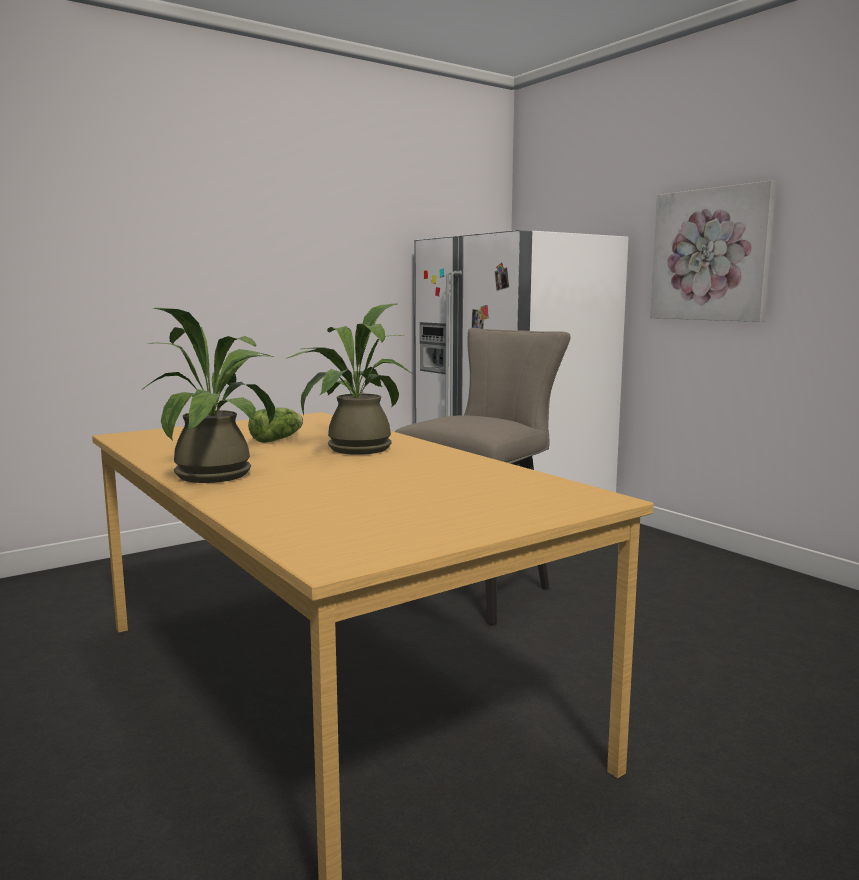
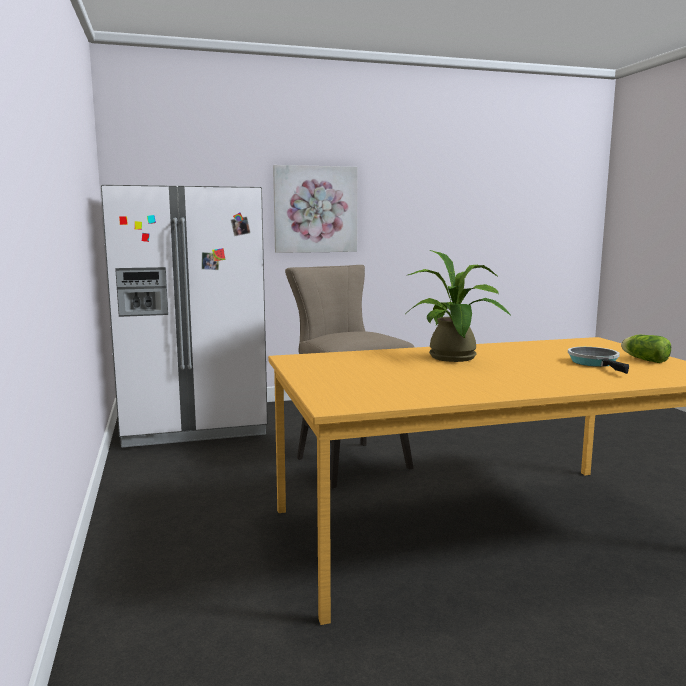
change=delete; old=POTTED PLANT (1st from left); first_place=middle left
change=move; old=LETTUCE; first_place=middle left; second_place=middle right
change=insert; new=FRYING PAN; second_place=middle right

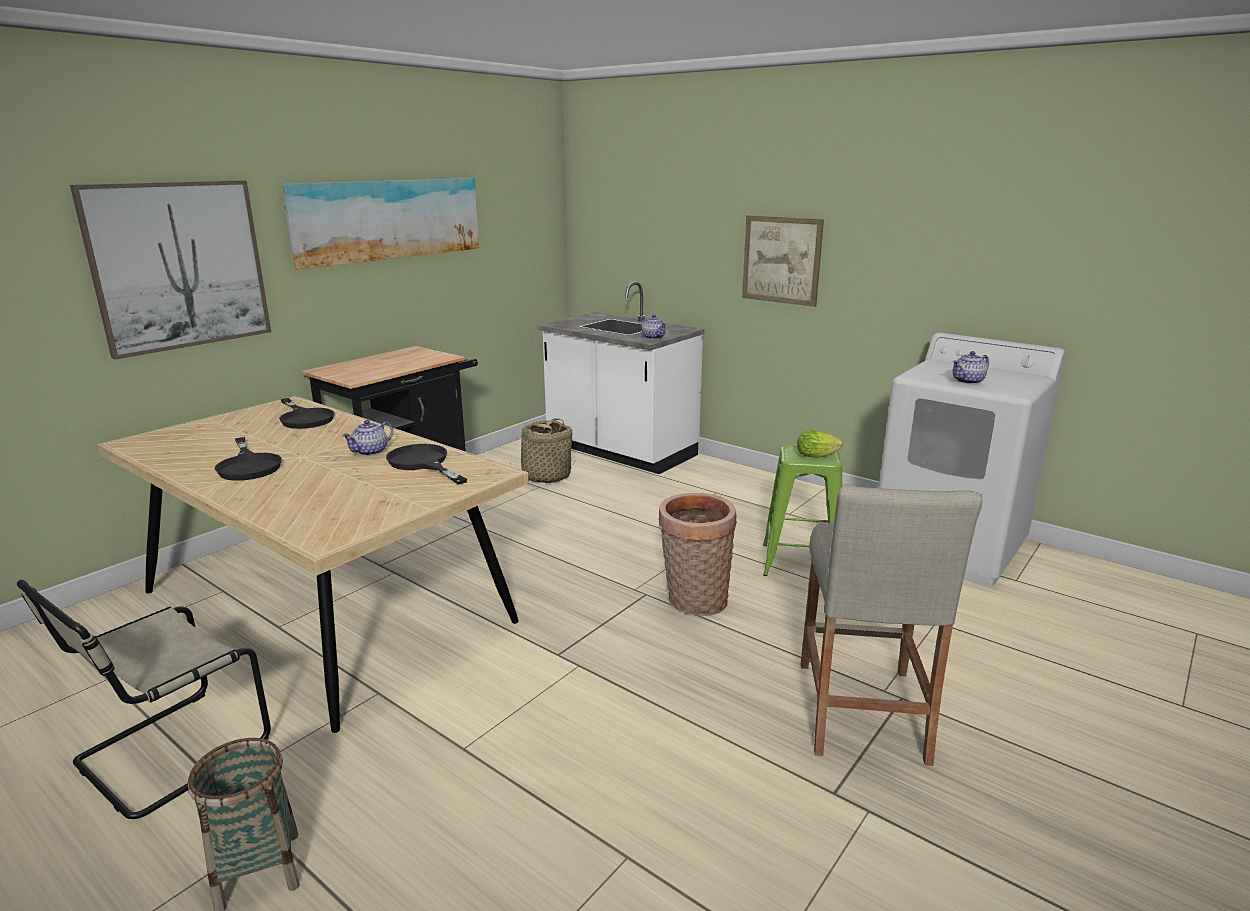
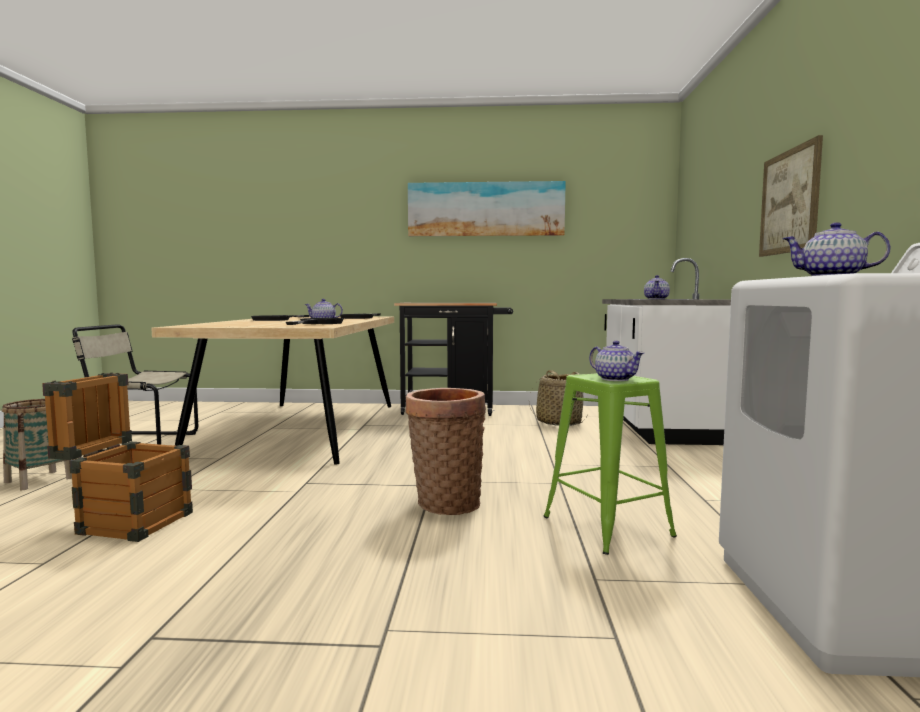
change=delete; old=PICTURE (1st from left); first_place=top left
change=replace; old=LETTUCE; new=TEAPOT (2nd from left); first_place=centre; second_place=middle right
change=delete; old=BEIGE STOOL; first_place=bottom right
change=insert; new=CRATE; second_place=middle left

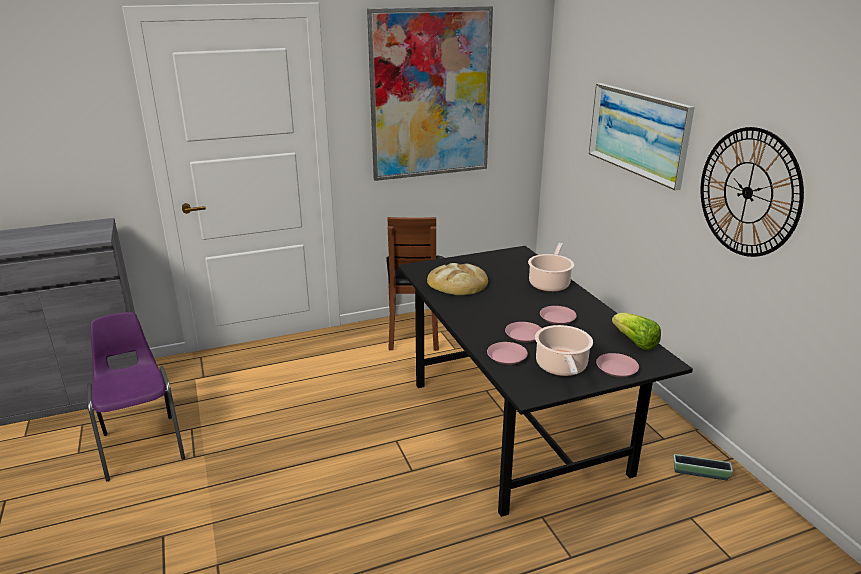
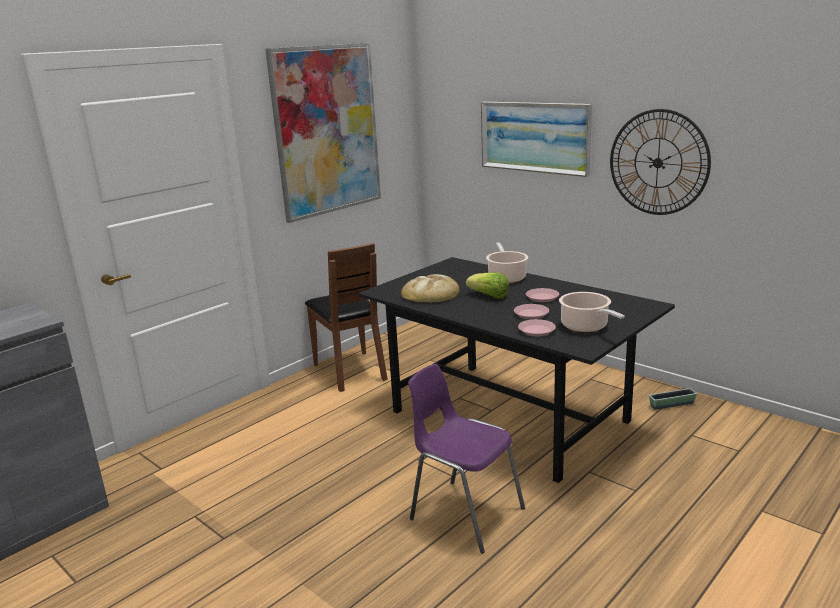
change=move; old=PURPLE CHAIR; first_place=bottom left; second_place=bottom centre
change=delete; old=PINK PLATE (4th from left); first_place=middle right
change=move; old=LETTUCE; first_place=middle right; second_place=centre

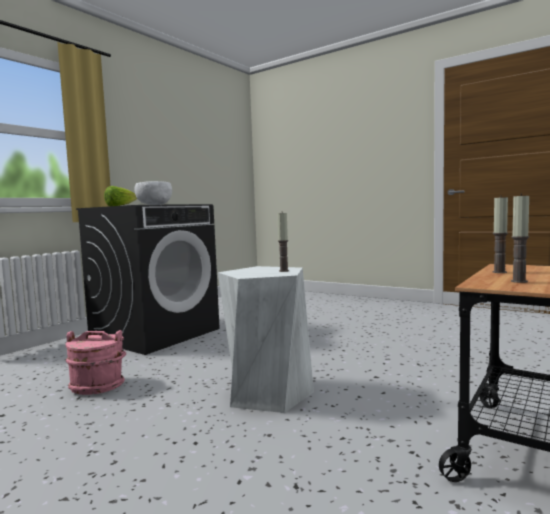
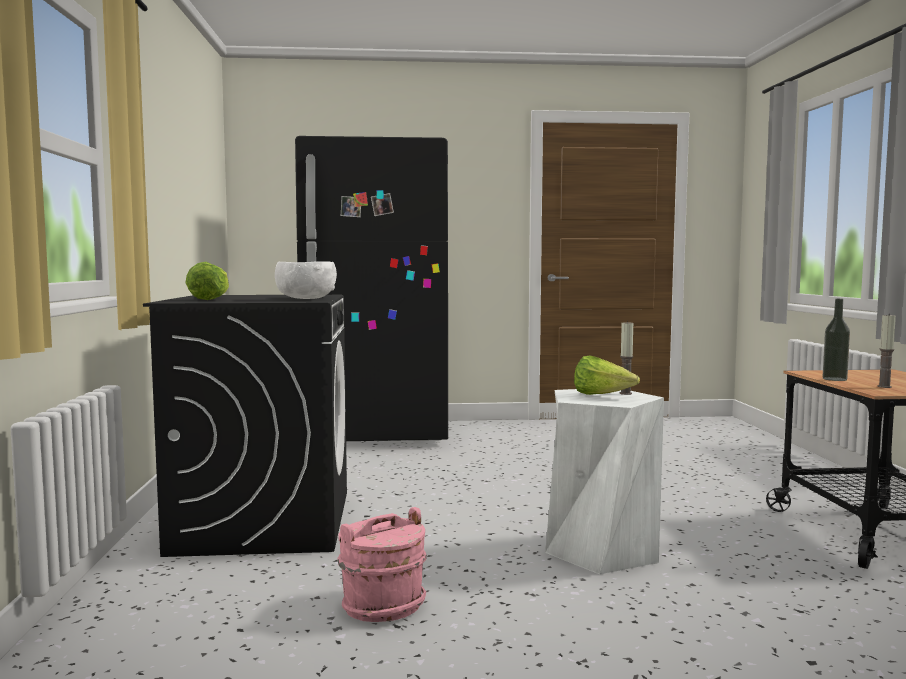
change=replace; old=CANDLE (2nd from left); new=BOTTLE; first_place=middle right; second_place=middle right
change=insert; new=BLACK FRIDGE; second_place=centre
change=insert; new=LETTUCE (2nd from left); second_place=middle right

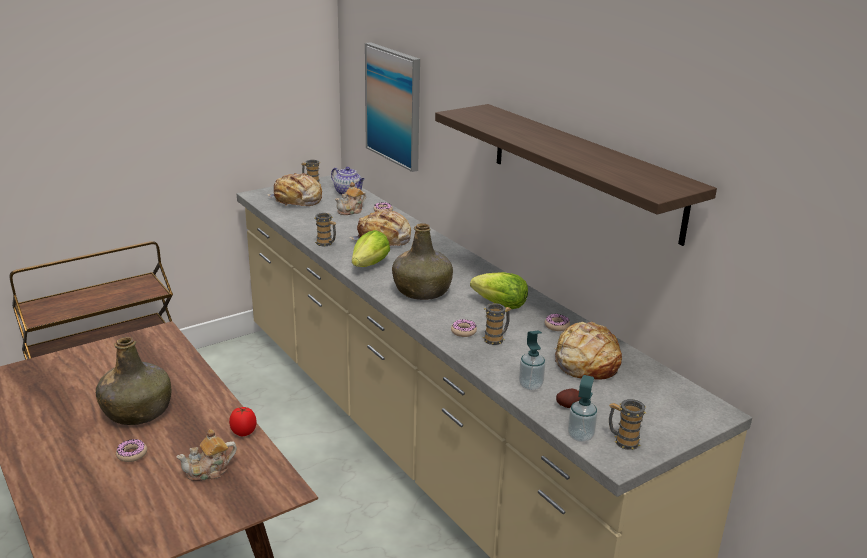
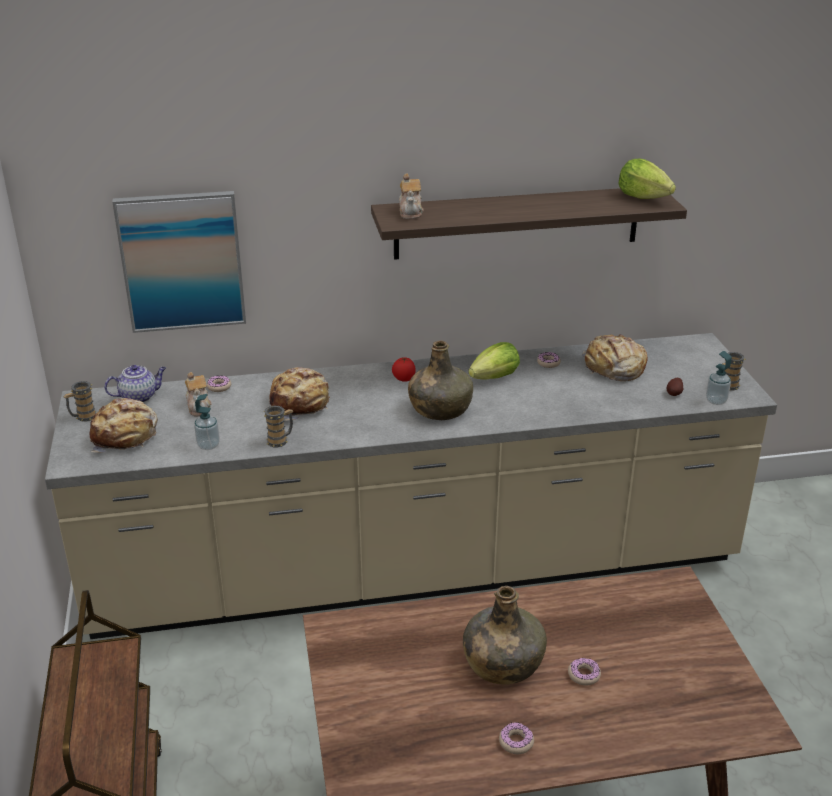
change=move; old=TEAPOT (1st from left in the first image); new=TEAPOT (3rd from left); first_place=bottom left; second_place=top centre
change=move; old=TOMATO; first_place=bottom left; second_place=centre
change=move; old=LETTUCE (1st from left in the first image); new=LETTUCE (2nd from left); first_place=centre; second_place=top right
change=move; old=DONUT (3rd from left in the first image); new=DONUT (2nd from left); first_place=centre; second_place=bottom centre
change=delete; old=MUG (3rd from left); first_place=centre
change=move; old=SOAP DISPENSER (1st from left); first_place=centre; second_place=middle left

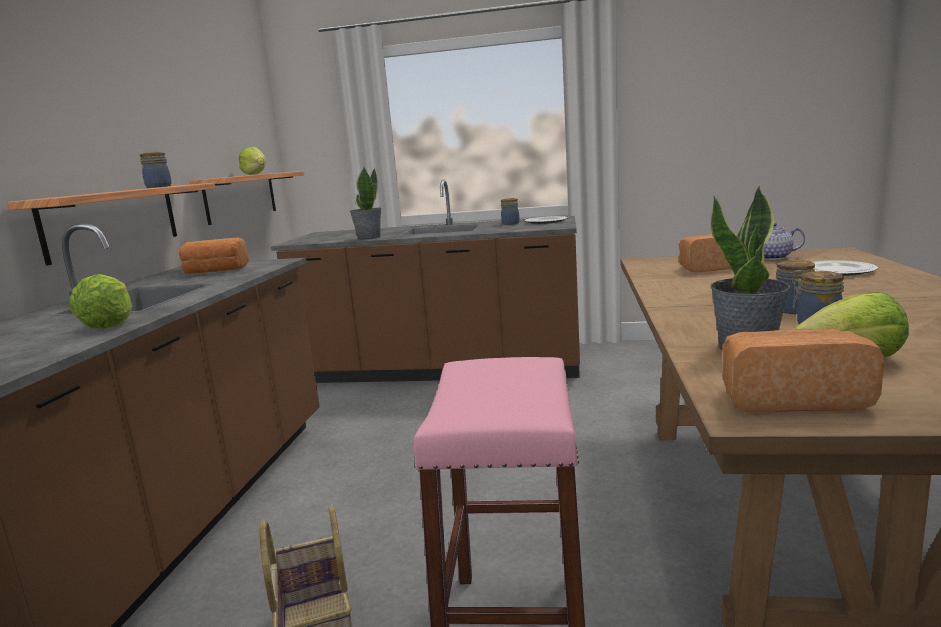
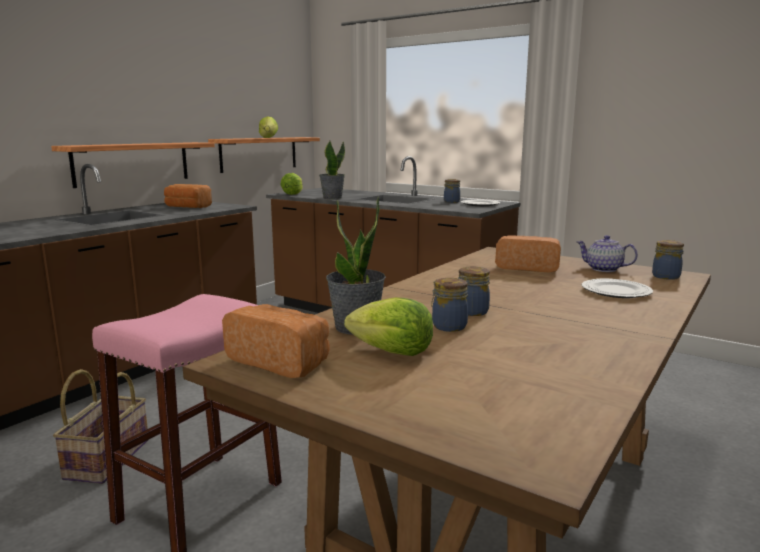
change=move; old=LETTUCE (1st from left in the first image); new=LETTUCE (2nd from left); first_place=middle left; second_place=centre
change=move; old=JAR (1st from left in the first image); new=JAR (4th from left); first_place=top left; second_place=middle right

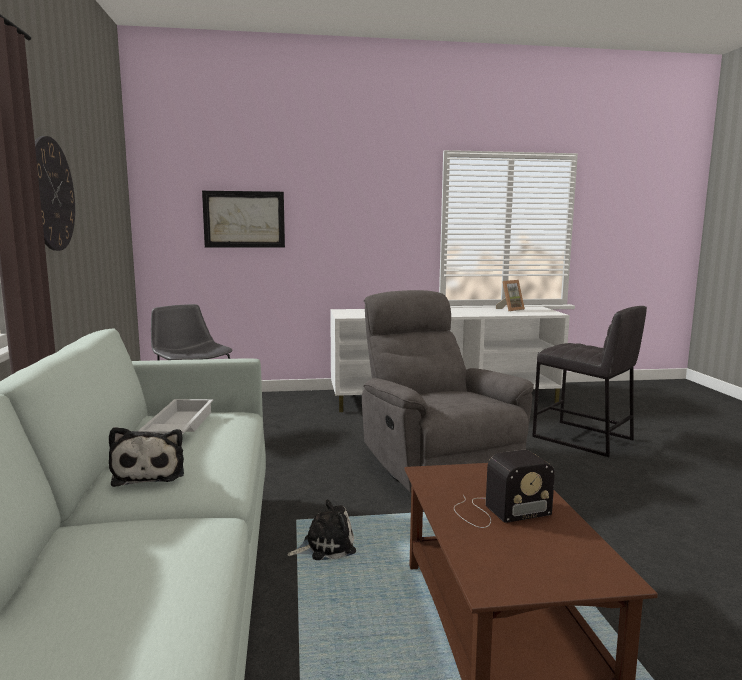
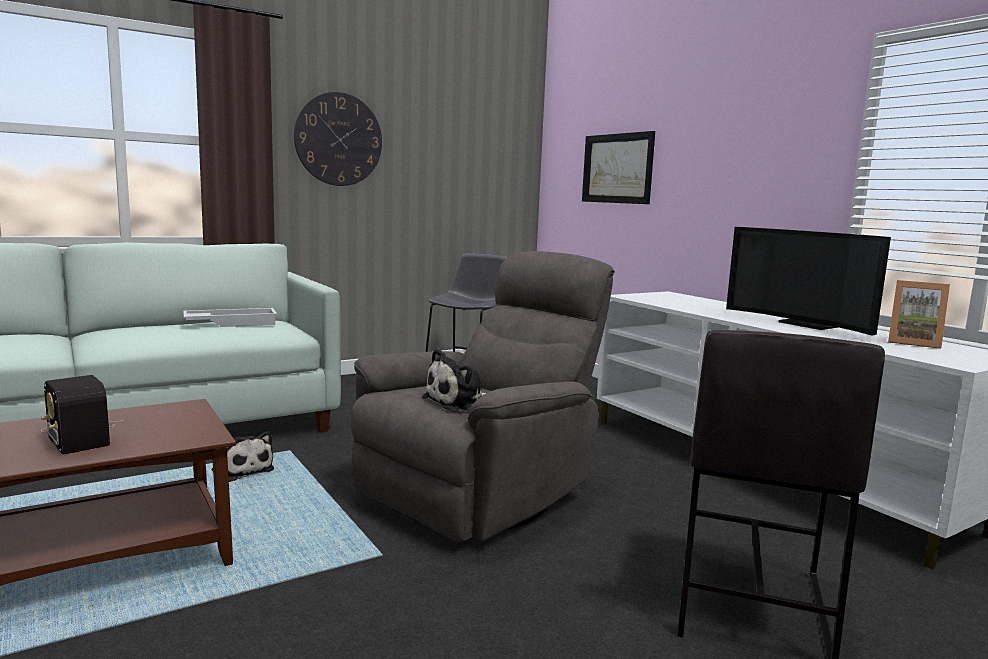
change=move; old=PLUSH TOY (1st from left in the first image); new=PLUSH TOY (2nd from left); first_place=bottom left; second_place=centre
change=insert; new=TELEVISION; second_place=middle right

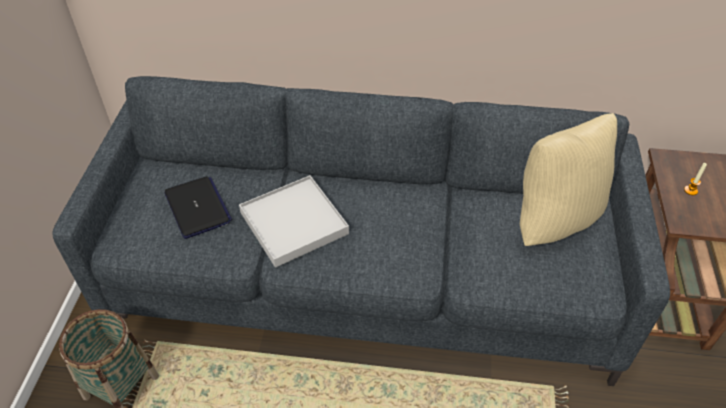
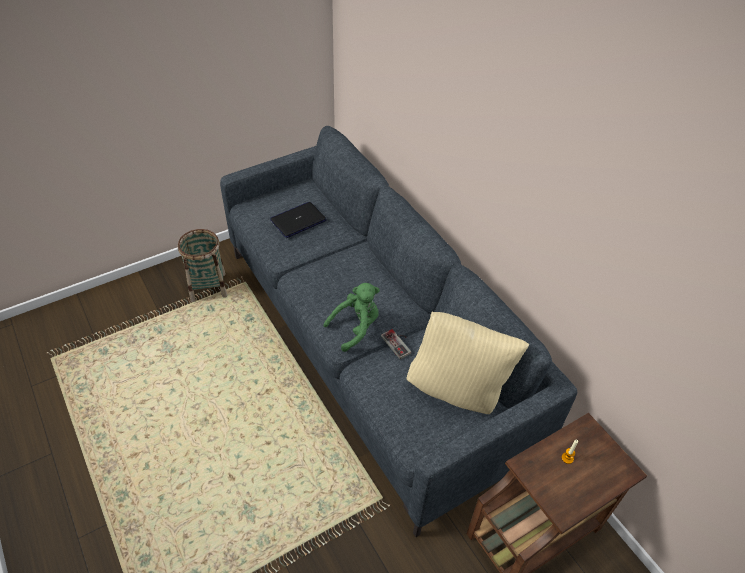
change=rotate; old=LAPTOP; first_place=middle left; second_place=centre; degrees=-150
change=delete; old=WHITE TRAY; first_place=centre
change=insert; new=GREEN PLUSH TOY; second_place=centre
change=insert; new=GAME CONTROLLER; second_place=centre

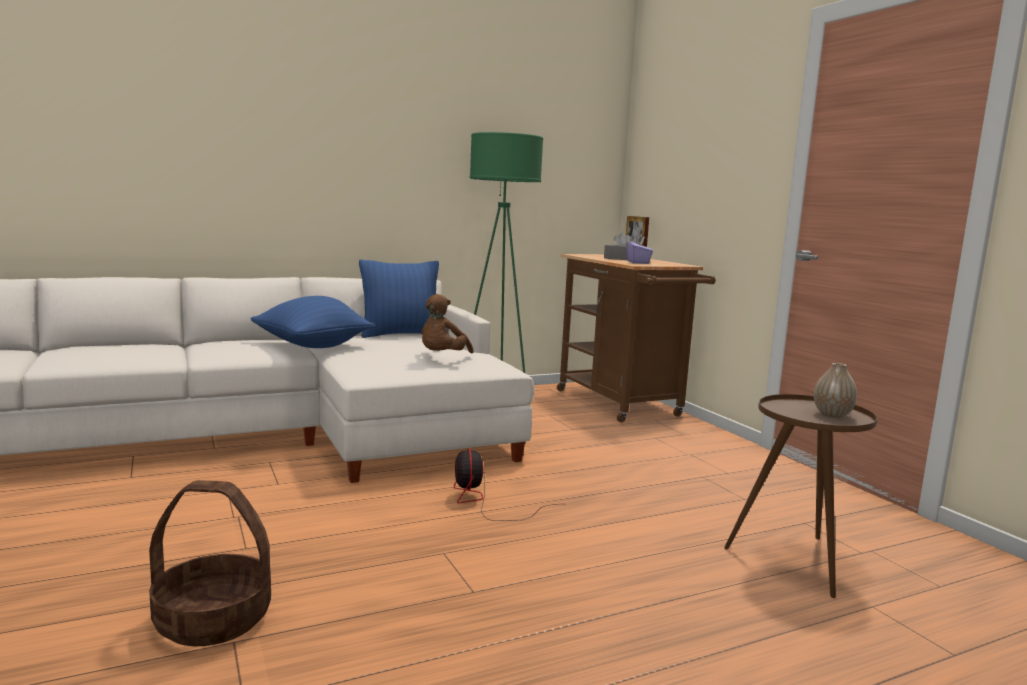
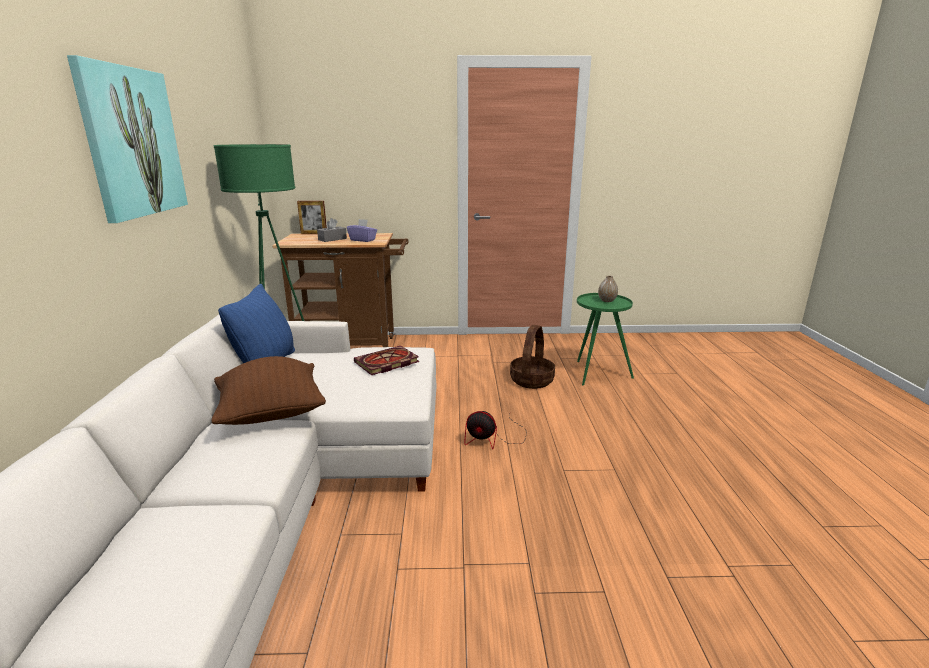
change=move; old=BASKET; first_place=bottom left; second_place=centre
change=recolor; old=BLUE PILLOW (1st from left); new=BROWN PILLOW; first_place=middle left; second_place=middle left
change=replace; old=BROWN PLUSH TOY; new=BOOK; first_place=centre; second_place=centre
change=recolor; old=BROWN SIDE TABLE; new=GREEN SIDE TABLE; first_place=bottom right; second_place=centre
change=insert; new=PICTURE; second_place=top left

